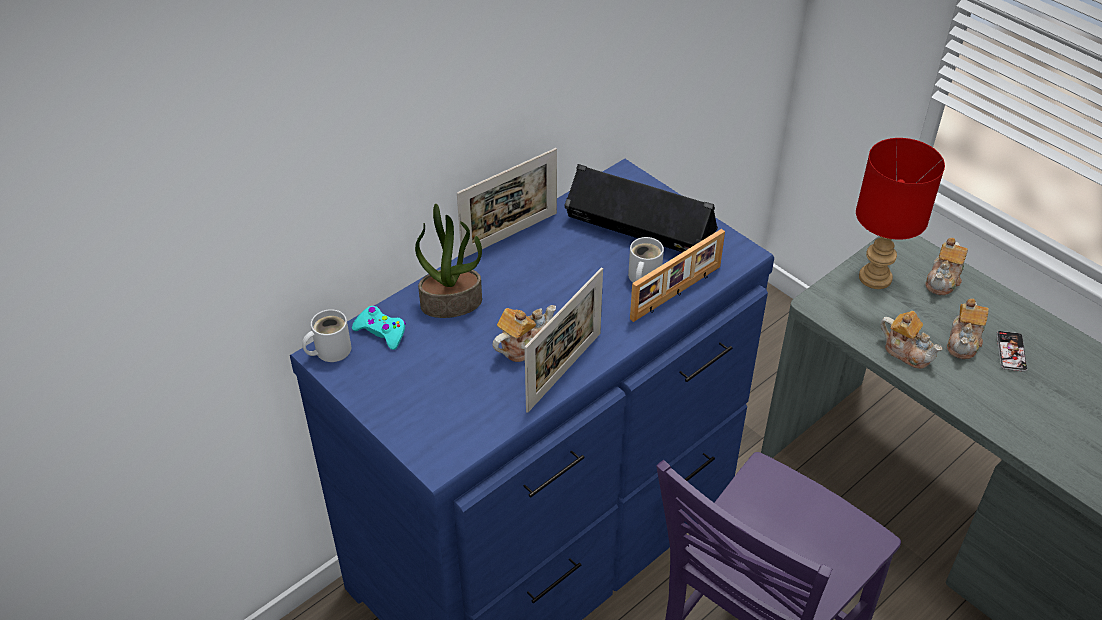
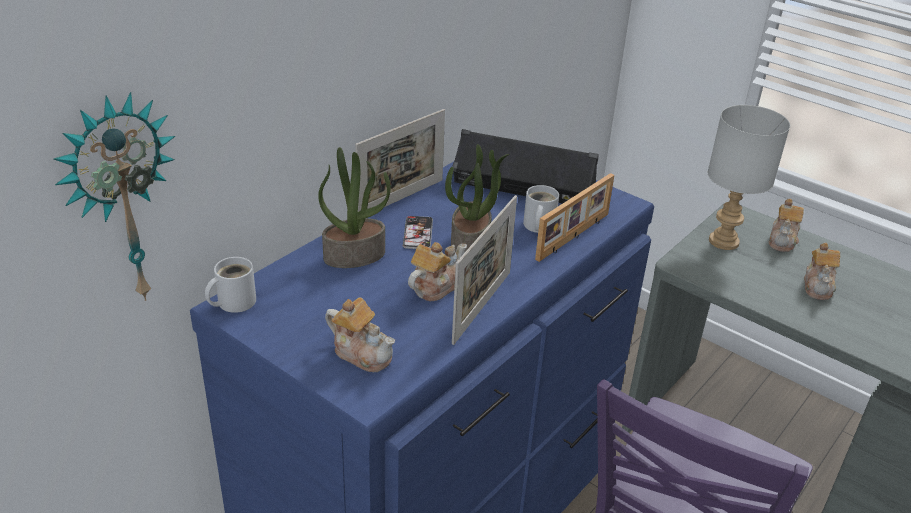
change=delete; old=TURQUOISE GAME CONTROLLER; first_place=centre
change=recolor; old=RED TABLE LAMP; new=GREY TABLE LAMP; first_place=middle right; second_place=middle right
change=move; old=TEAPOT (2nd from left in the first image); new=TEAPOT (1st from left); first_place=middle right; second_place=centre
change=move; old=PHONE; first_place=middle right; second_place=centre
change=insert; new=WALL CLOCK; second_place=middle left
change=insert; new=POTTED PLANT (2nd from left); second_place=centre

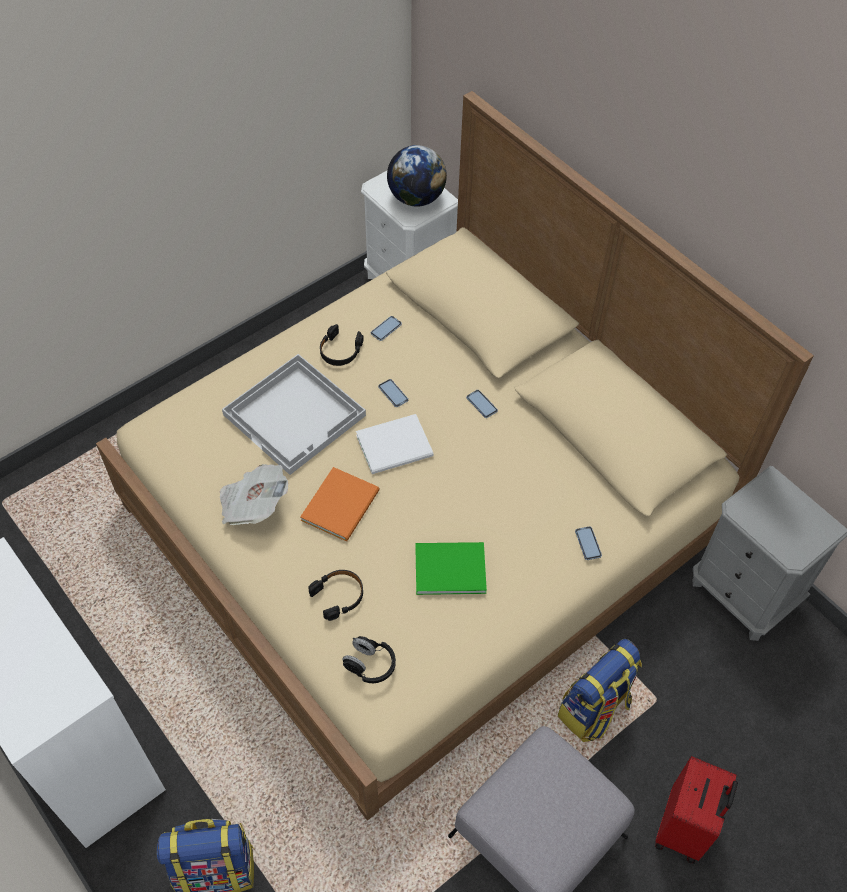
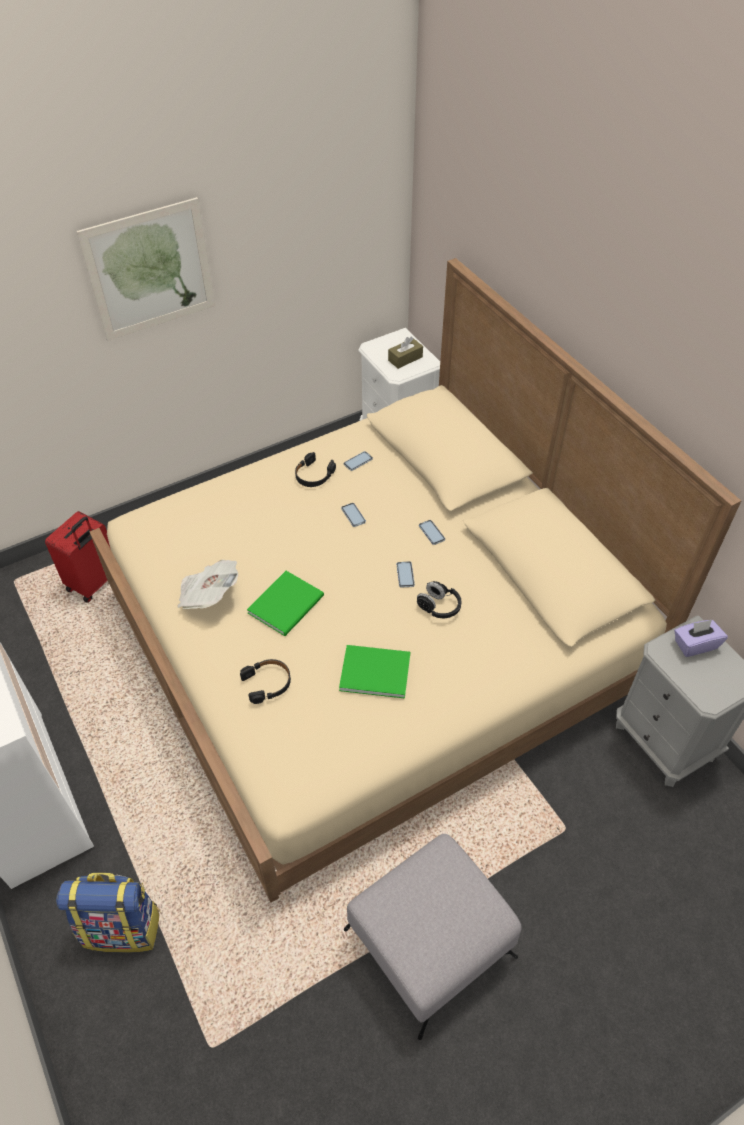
change=delete; old=WHITE TRAY; first_place=centre
change=recolor; old=ORANGE BOOK; new=GREEN BOOK (1st from left); first_place=centre; second_place=centre
change=move; old=BLACK HEADPHONES (3rd from left); first_place=bottom centre; second_place=centre
change=delete; old=WHITE BOOK; first_place=centre
change=replace; old=GLOBE; new=BROWN TISSUE BOX; first_place=top centre; second_place=top centre
change=delete; old=BACKPACK (2nd from left); first_place=bottom right
change=move; old=PHONE (4th from left in the first image); new=PHONE (3rd from left); first_place=middle right; second_place=centre
change=move; old=RED SUITCASE; first_place=bottom right; second_place=middle left
change=insert; new=PICTURE; second_place=top left
change=insert; new=PURPLE TISSUE BOX; second_place=middle right

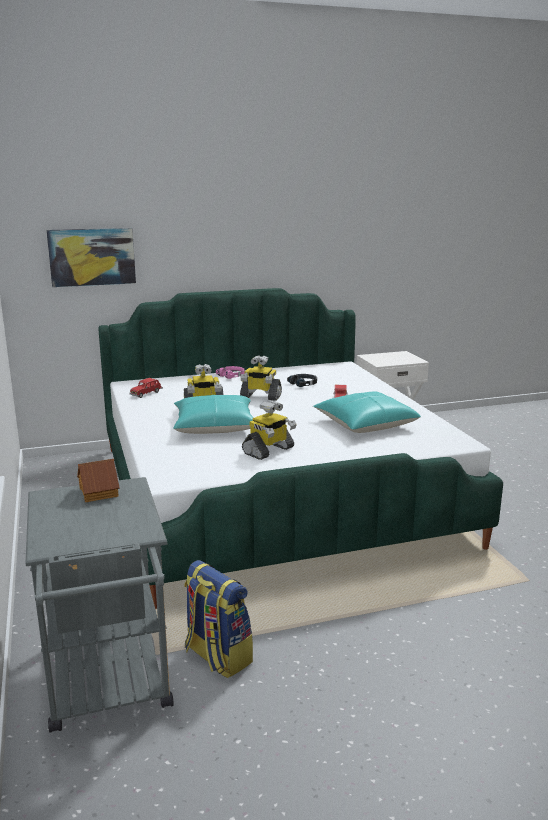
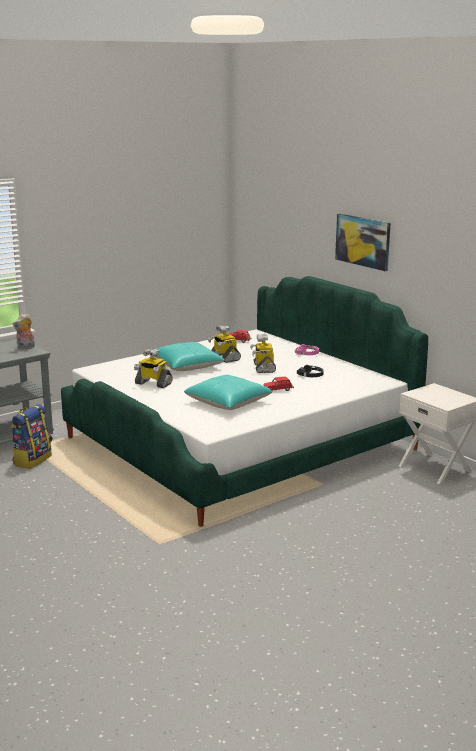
change=move; old=PICTURE; first_place=top left; second_place=top right
change=replace; old=TOY HOUSE; new=PLUSH TOY; first_place=middle left; second_place=middle left

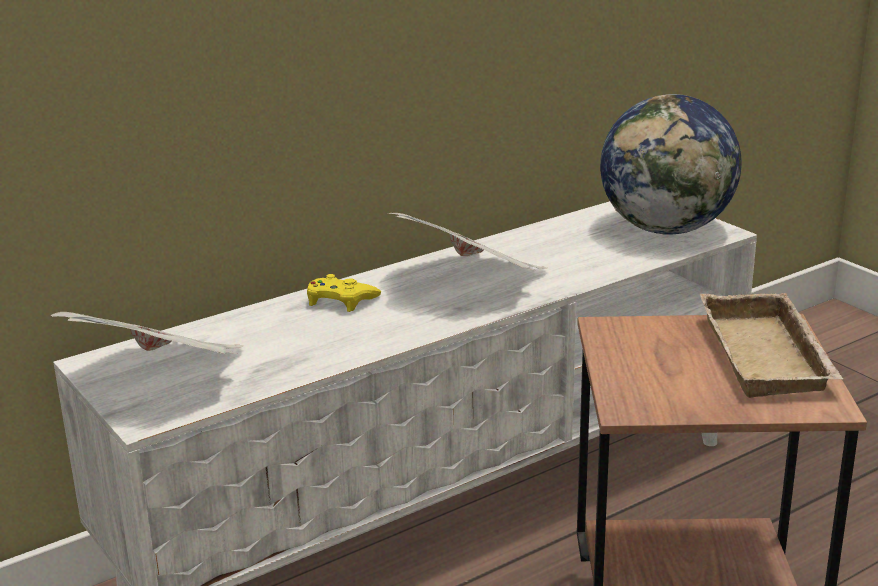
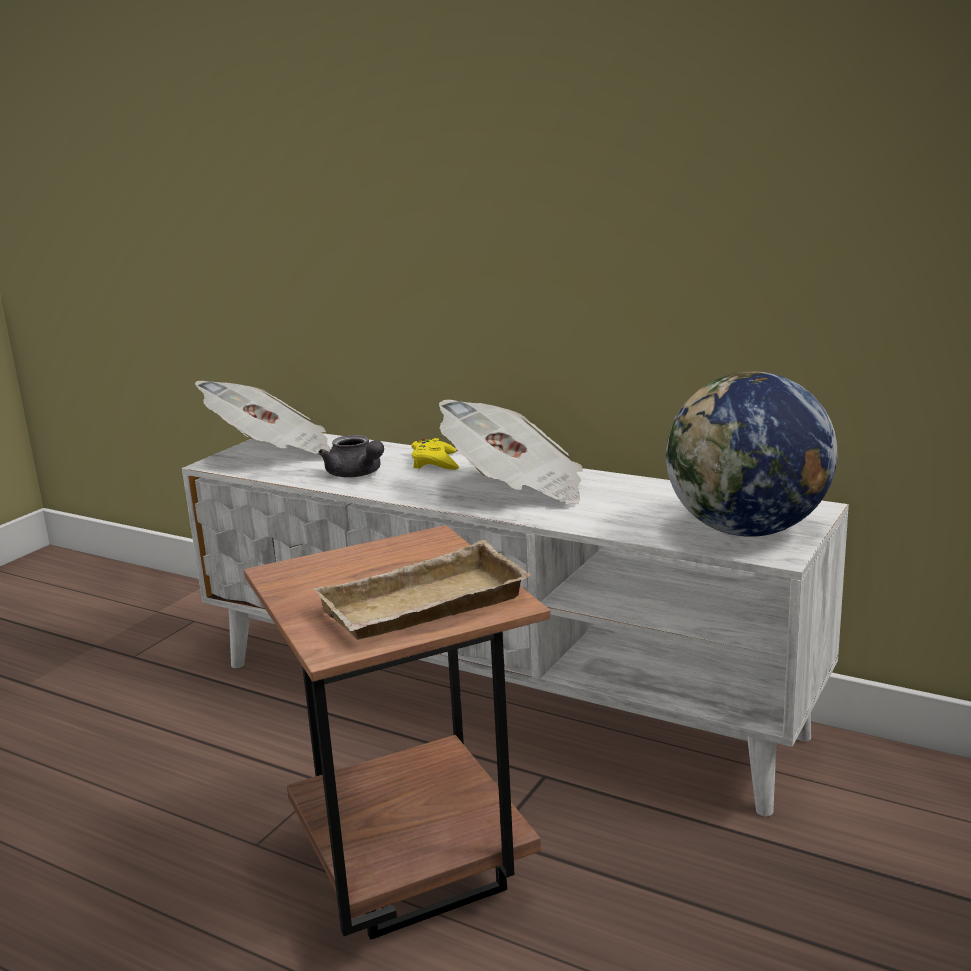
change=insert; new=GREY TEAPOT; second_place=centre

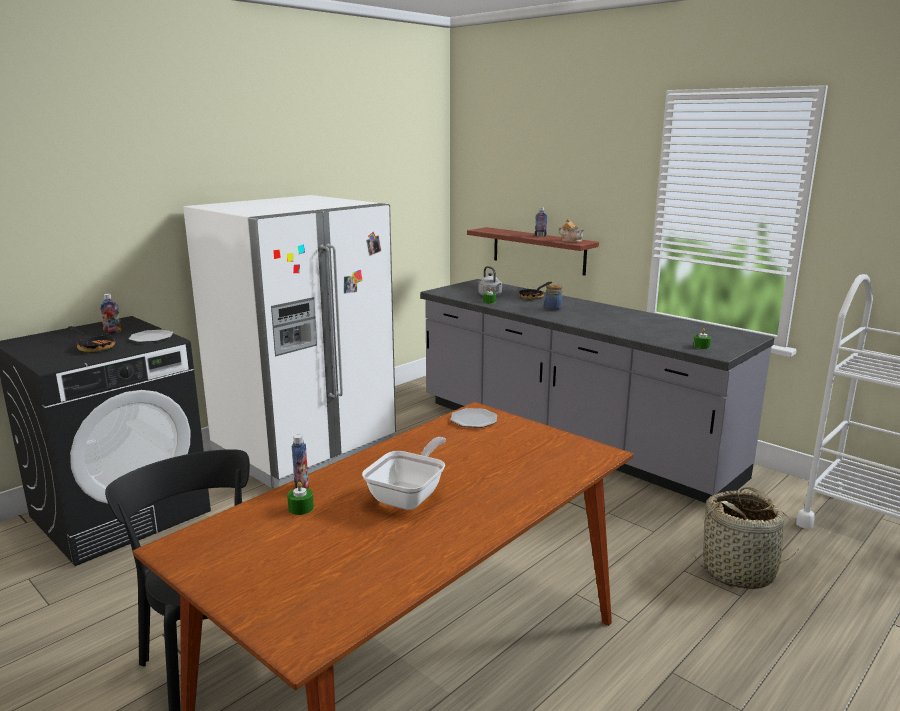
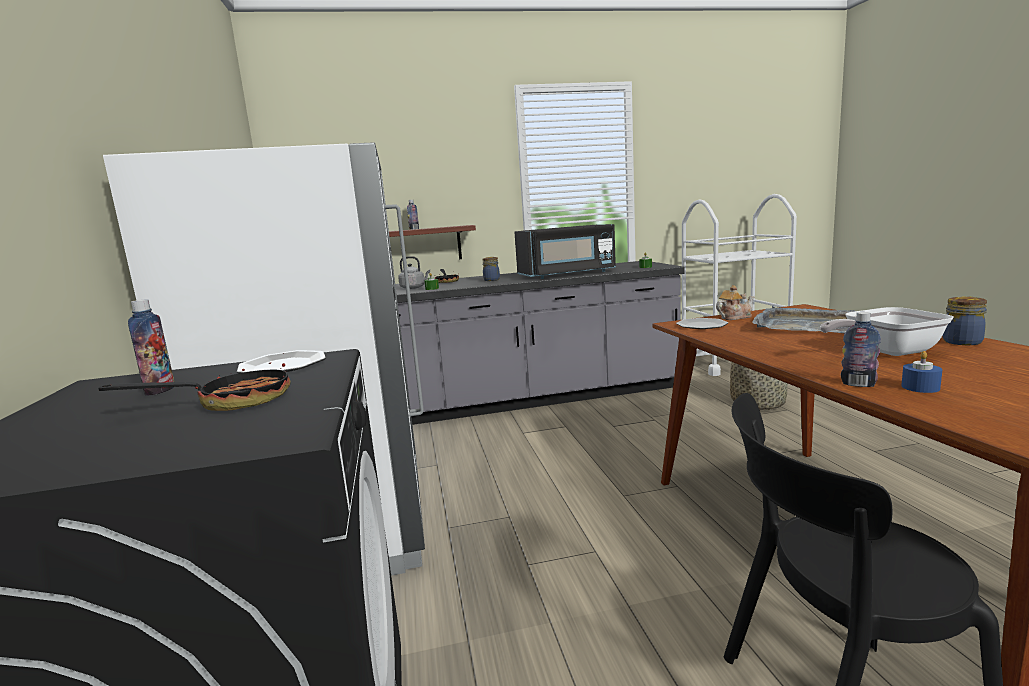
change=recolor; old=GREEN CANDLE (1st from left); new=BLUE CANDLE; first_place=bottom centre; second_place=middle right
change=rotate; old=FRYING PAN (2nd from left in the first image); first_place=centre; second_place=middle right; degrees=-75
change=move; old=TEAPOT; first_place=top centre; second_place=middle right
change=insert; new=BLACK MICROWAVE; second_place=centre
change=insert; new=GREY TRAY; second_place=middle right
change=insert; new=JAR (2nd from left); second_place=middle right

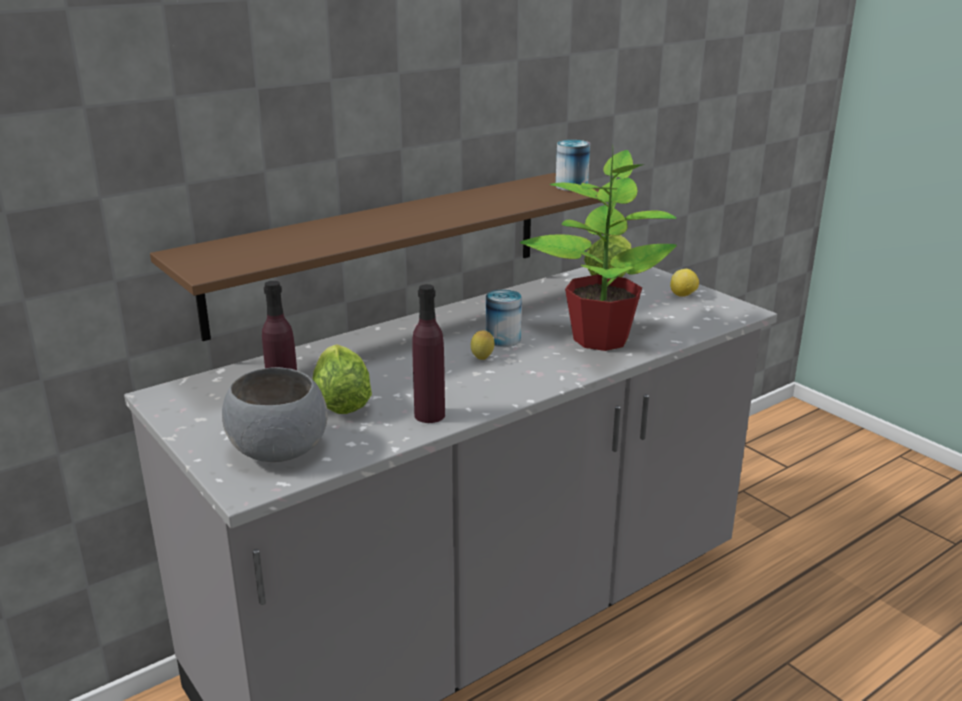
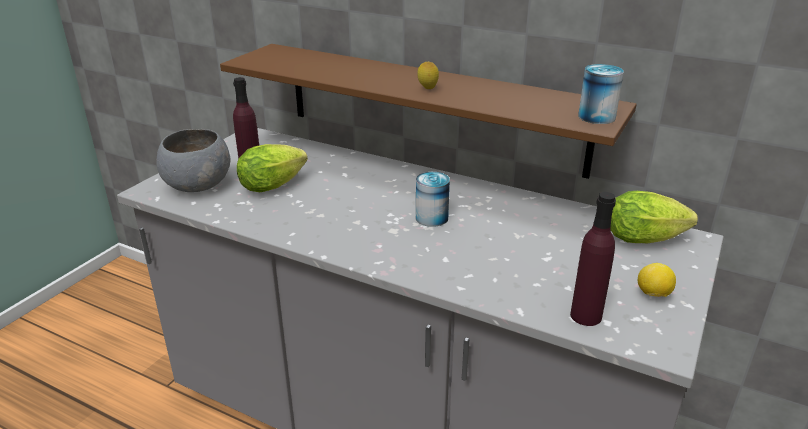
change=move; old=PURPLE BOTTLE (2nd from left); first_place=centre; second_place=middle right
change=move; old=LEMON (1st from left); first_place=centre; second_place=top centre
change=delete; old=POTTED PLANT; first_place=centre

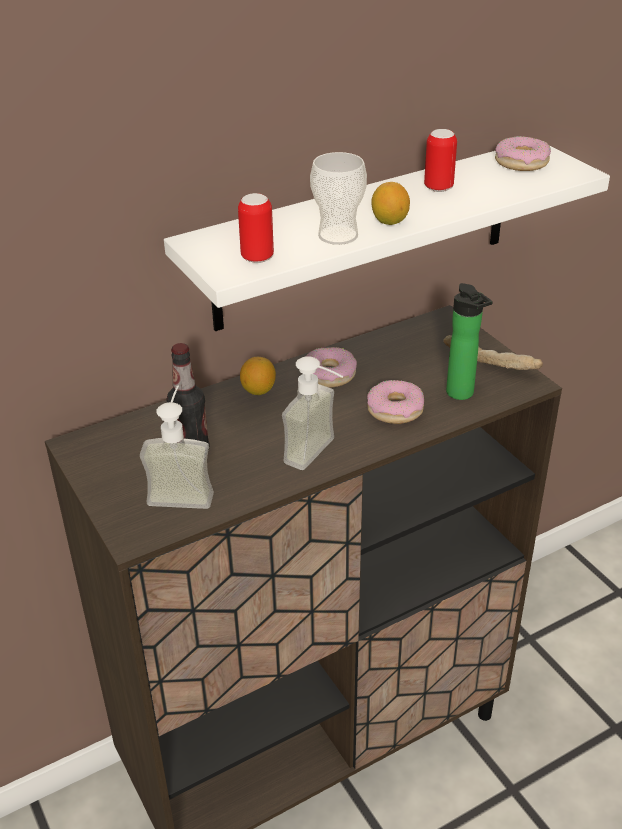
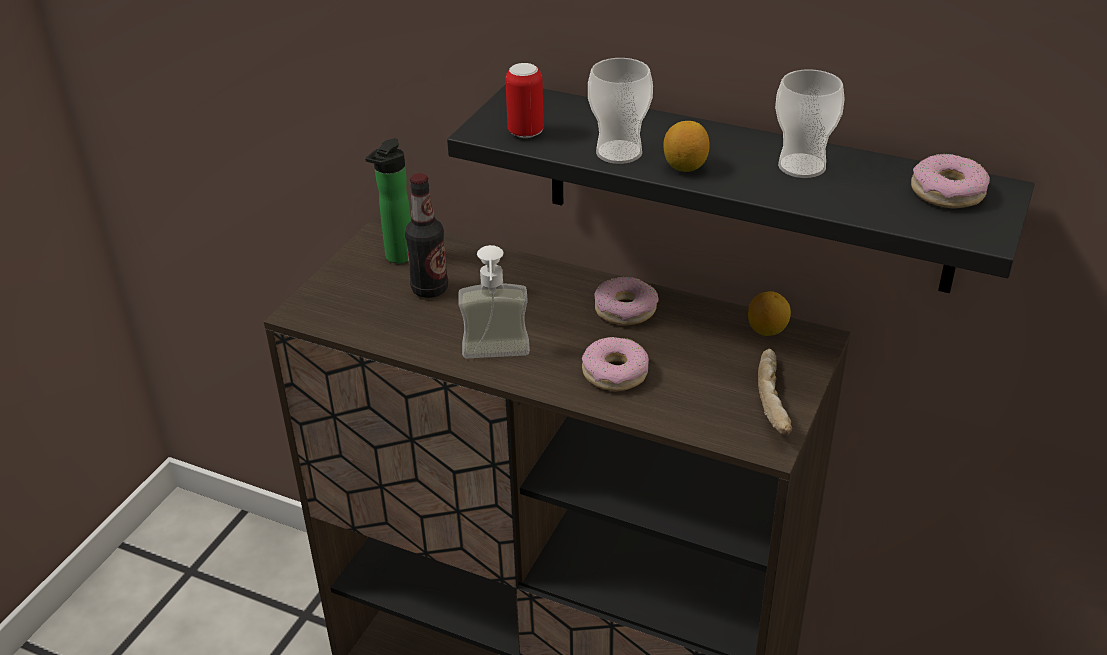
change=delete; old=SOAP DISPENSER (1st from left); first_place=middle left
change=recolor; old=WHITE SHELF; new=BLACK SHELF; first_place=top centre; second_place=top right
change=move; old=LEMON (1st from left in the first image); new=LEMON (2nd from left); first_place=centre; second_place=middle right
change=replace; old=CAN (2nd from left); new=CUP (2nd from left); first_place=top right; second_place=top right
change=move; old=BOTTLE (2nd from left in the first image); new=BOTTLE (1st from left); first_place=middle right; second_place=top centre

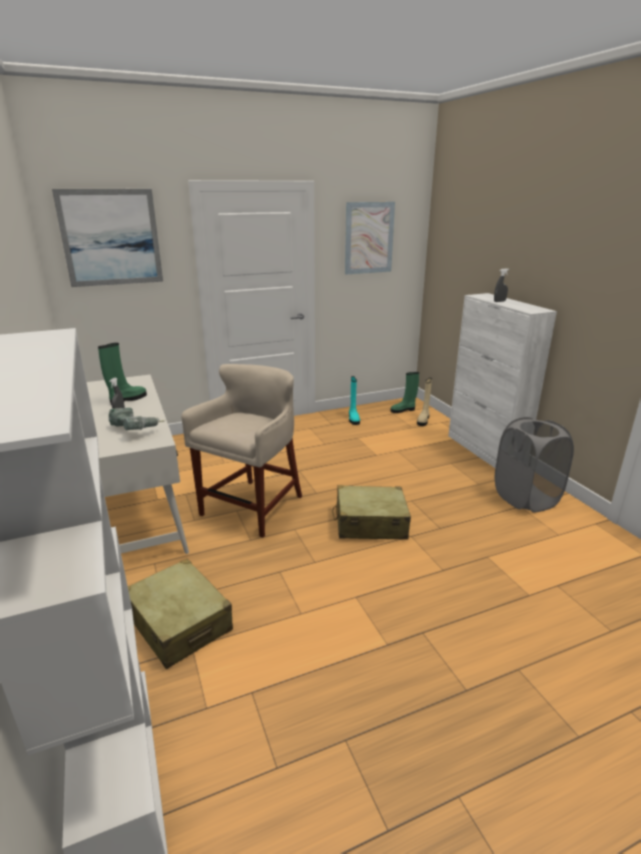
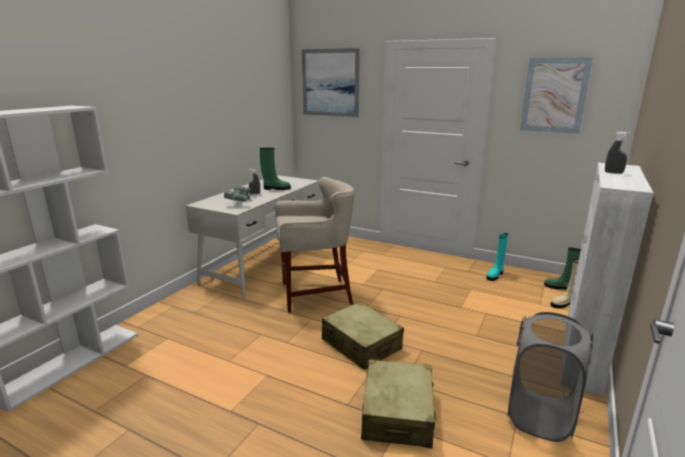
change=move; old=BEIGE SUITCASE (1st from left in the first image); new=BEIGE SUITCASE (2nd from left); first_place=bottom left; second_place=bottom centre

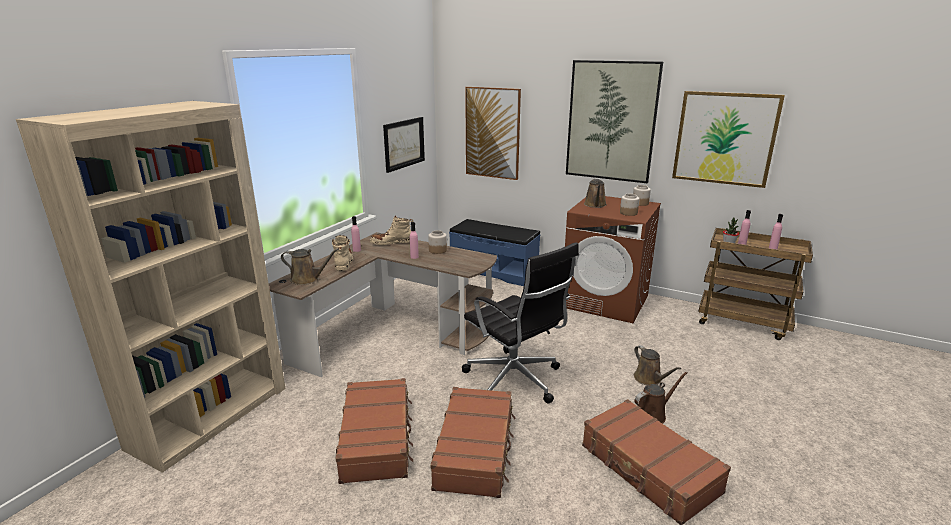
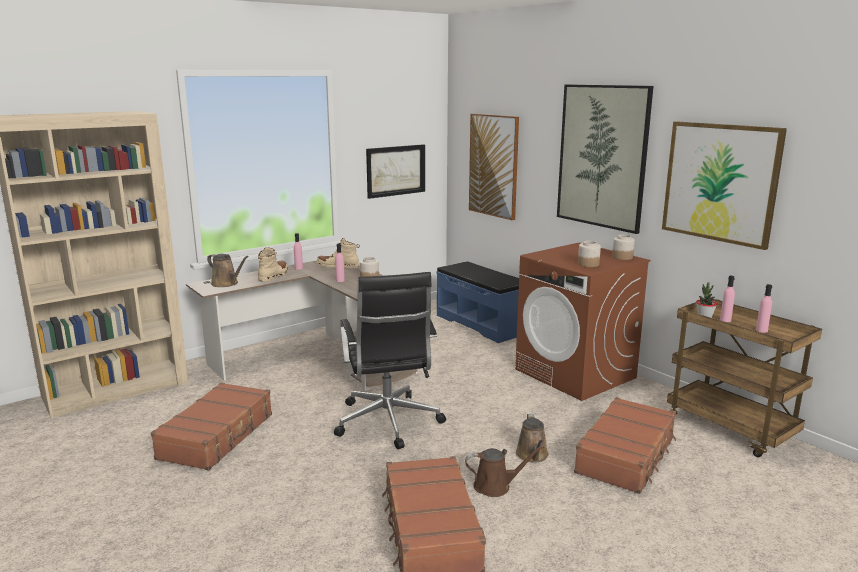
change=move; old=BROWN SUITCASE (2nd from left in the first image); new=BROWN SUITCASE (3rd from left); first_place=bottom centre; second_place=bottom right
change=delete; old=BROWN WATERING CAN (2nd from left); first_place=centre

